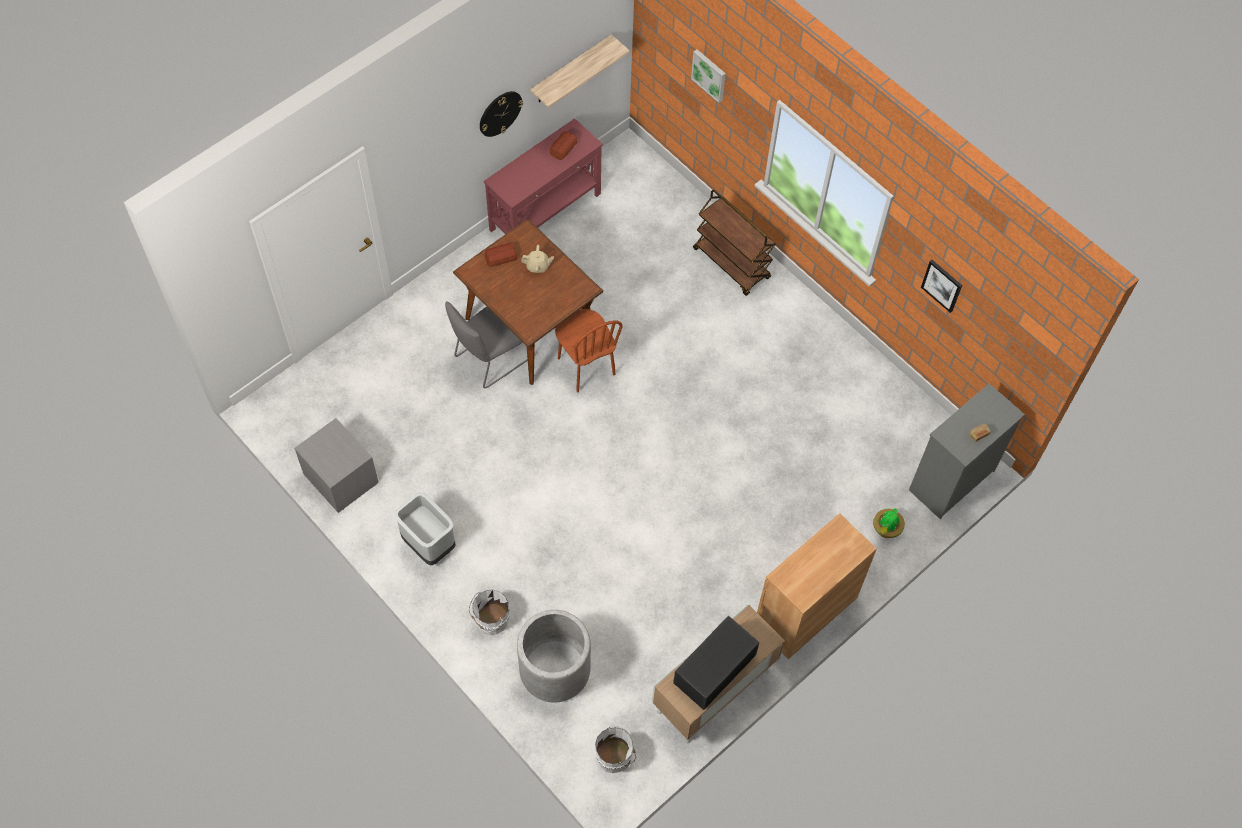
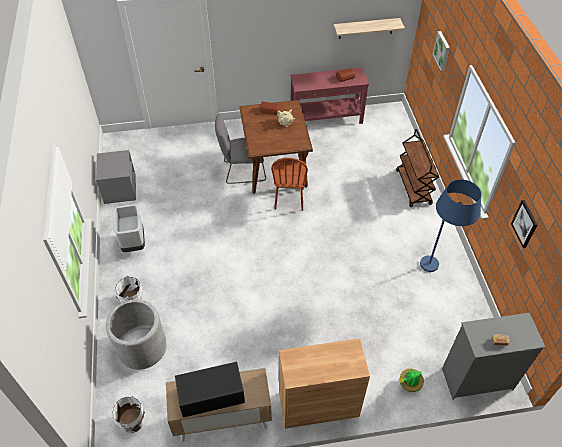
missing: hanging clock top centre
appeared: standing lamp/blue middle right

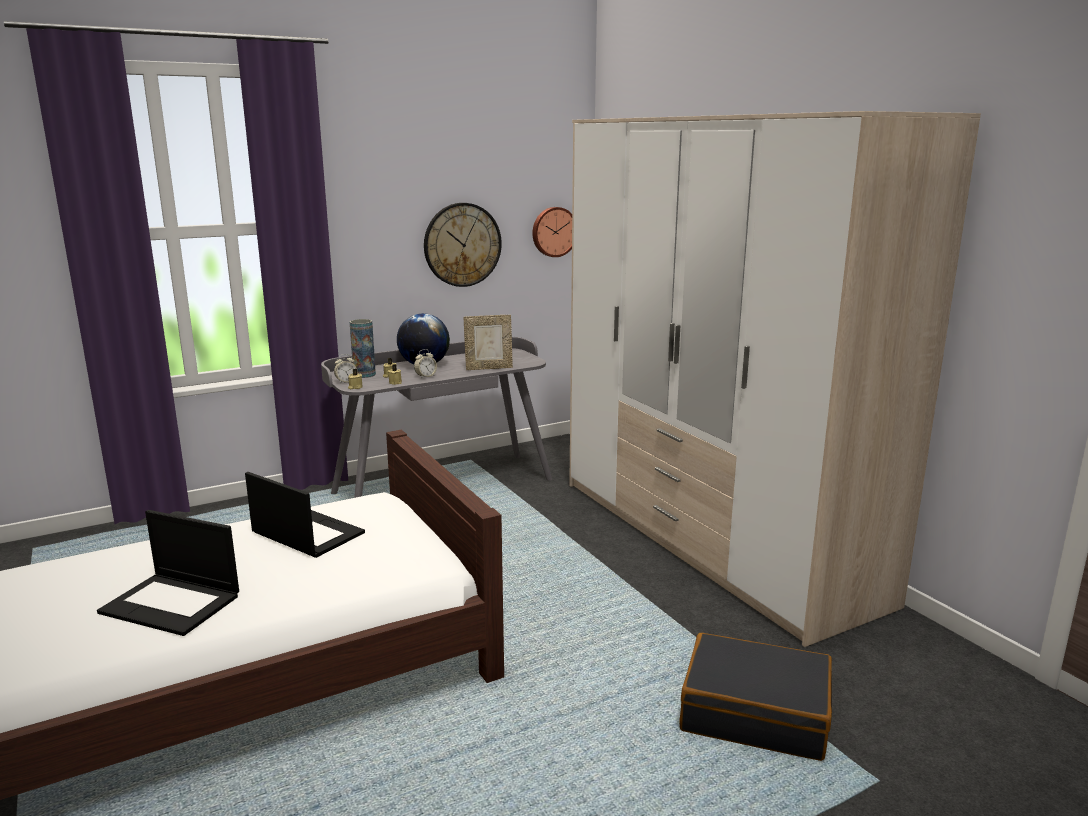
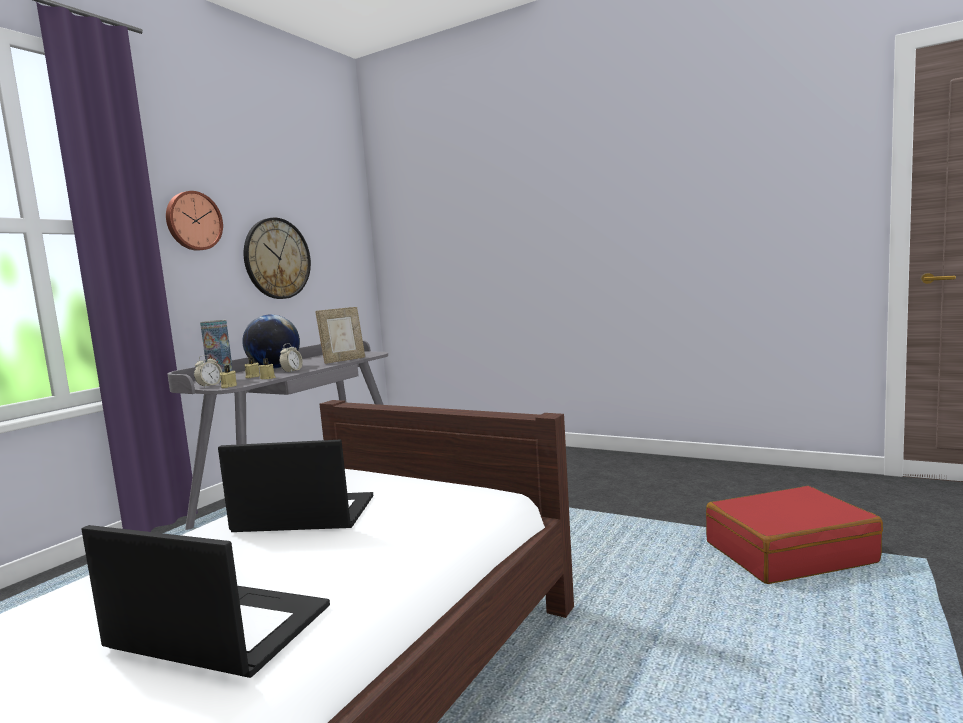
missing: clothes cupboard middle right
relocated: hanging clock (no. 2 from left in the first image) top centre to hanging clock (no. 1 from left) top left
colour: travel case/black-coloured bottom right to travel case/red bottom right
spun: laptop (no. 1 from left) bottom left = bottom left 150 degrees counterclockwise

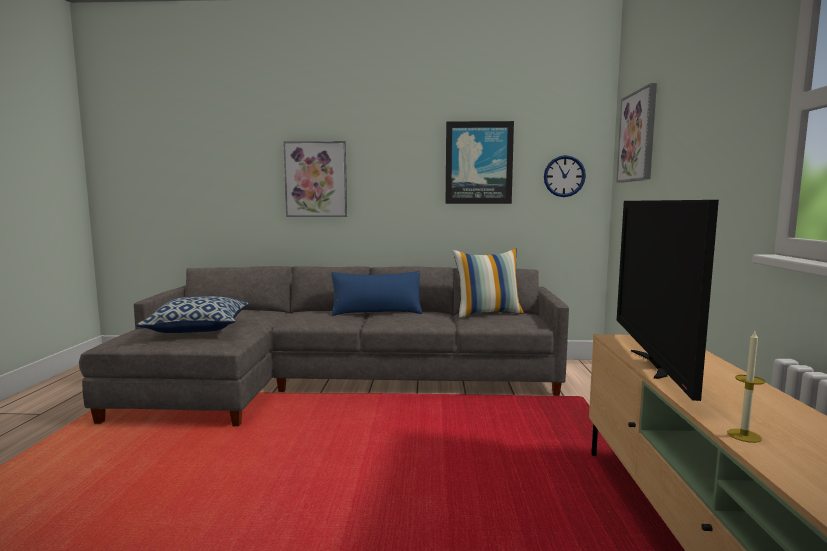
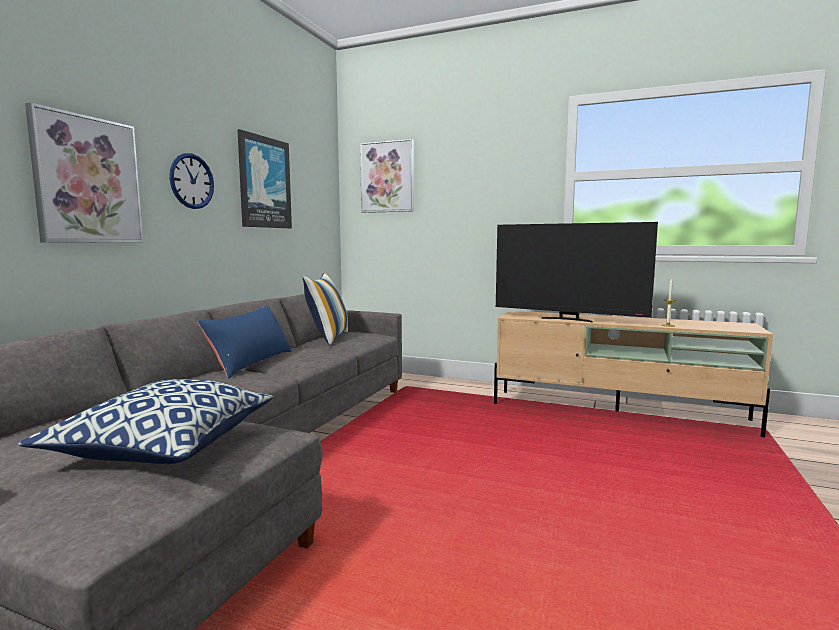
relocated: hanging clock top right to top left

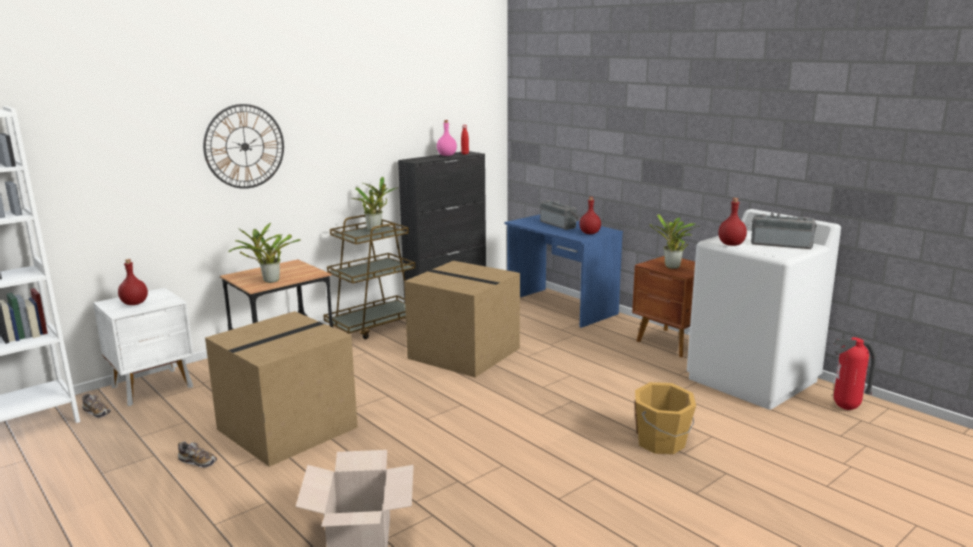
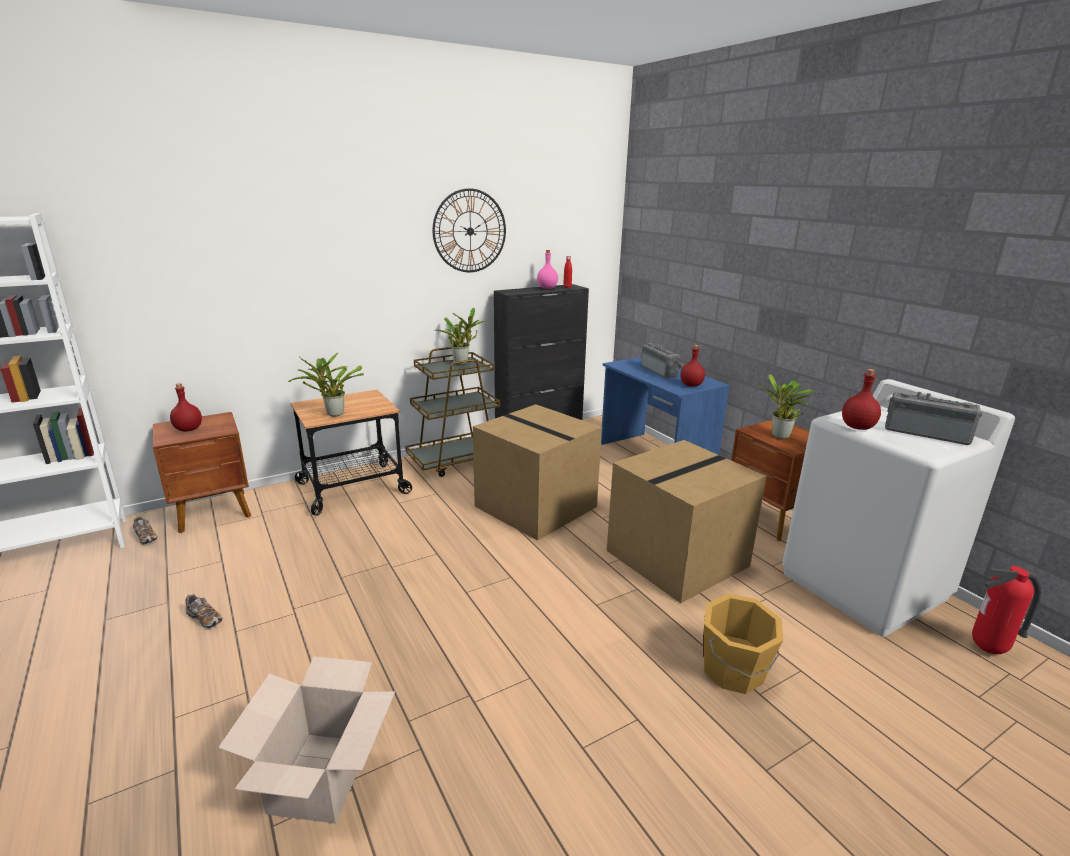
relocated: hanging clock top left to top centre; packing box (no. 1 from left in the first image) bottom left to packing box (no. 3 from left) centre
colour: bedside table/whitish middle left to bedside table/brown (no. 1 from left) middle left

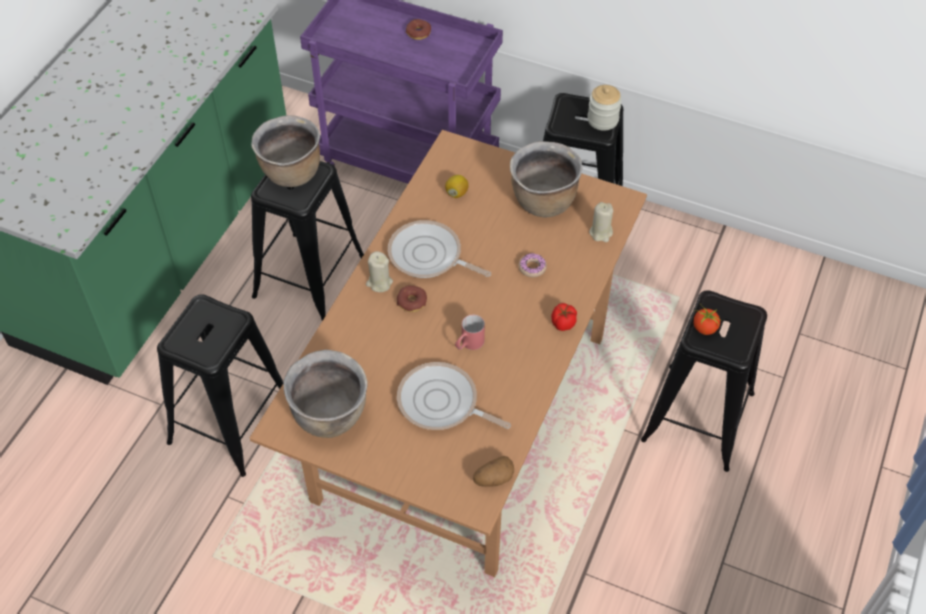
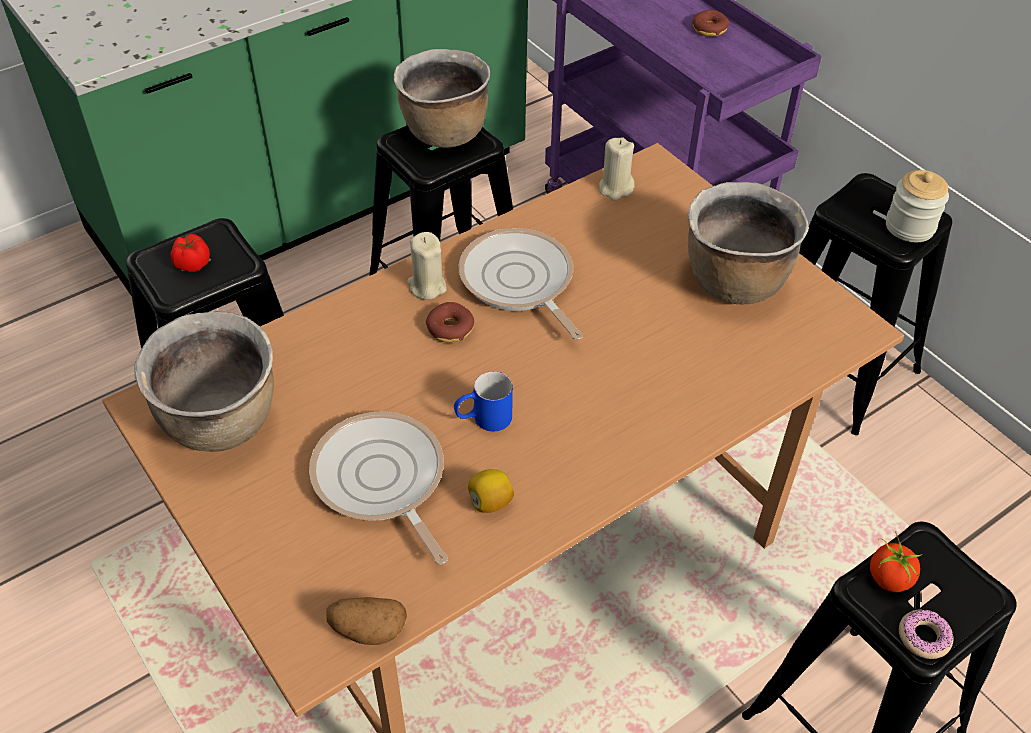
relocated: lemon top centre to bottom centre; doughnut (no. 3 from left) centre to bottom right; fresh tomato (no. 1 from left) centre to middle left; candle/beige-coloured (no. 2 from left) centre to top centre
colour: coffee mug/red centre to coffee mug/blue centre

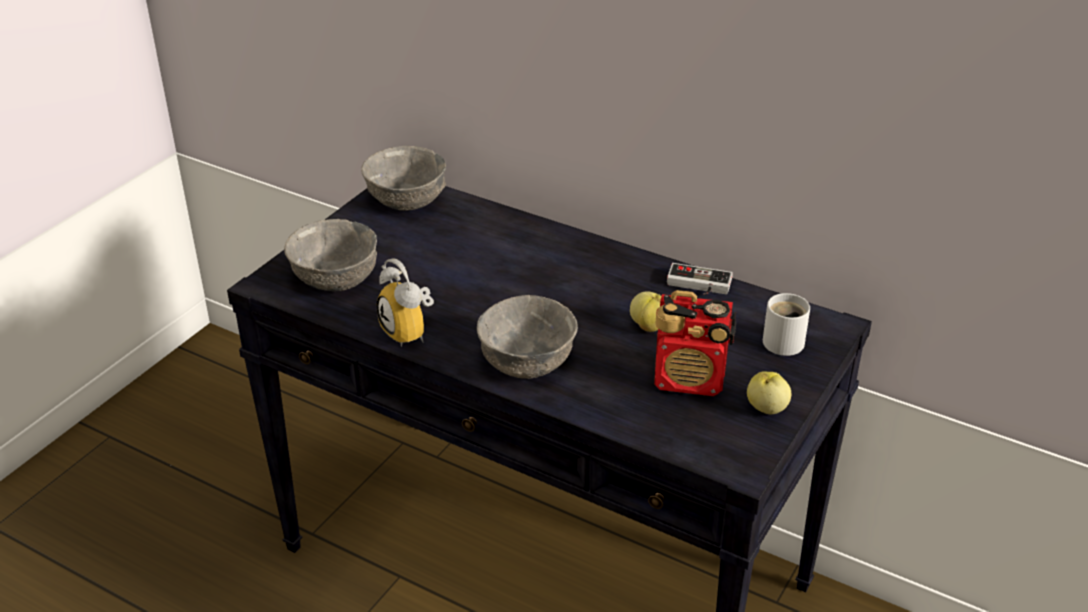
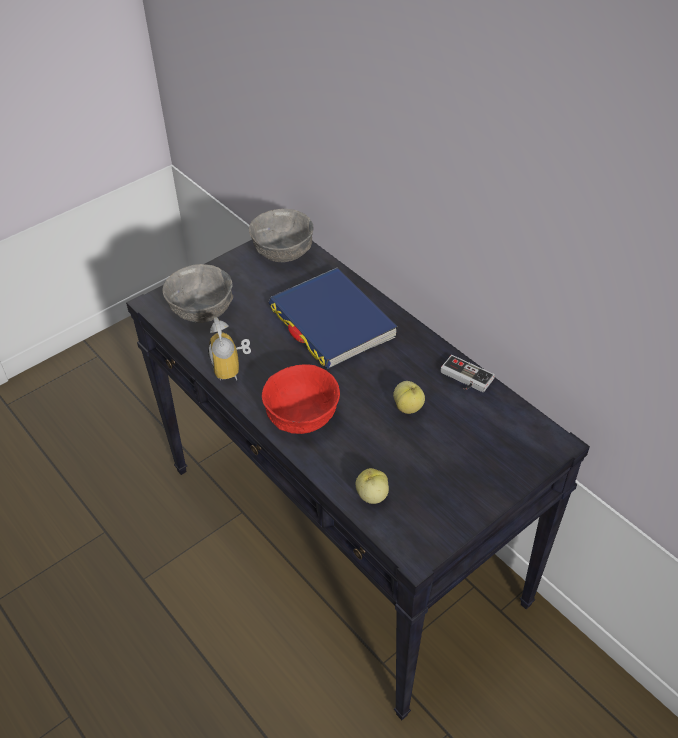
missing: radio centre; coffee mug/whitish middle right
appeared: book/blue centre
relocated: apple fruit (no. 2 from left in the first image) middle right to apple fruit (no. 1 from left) centre
colour: bowl/gray (no. 3 from left) centre to bowl/red centre

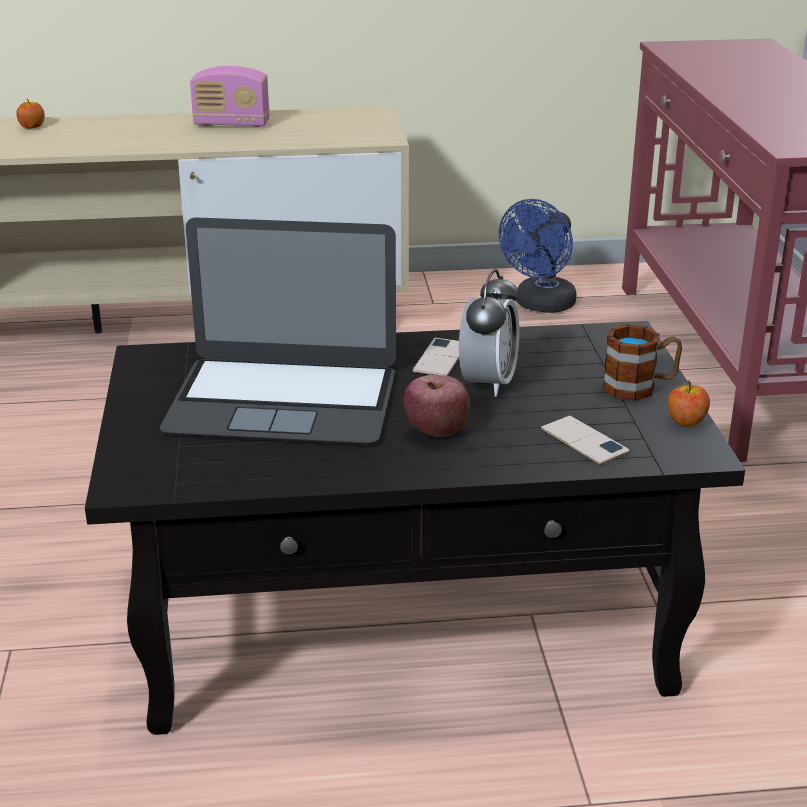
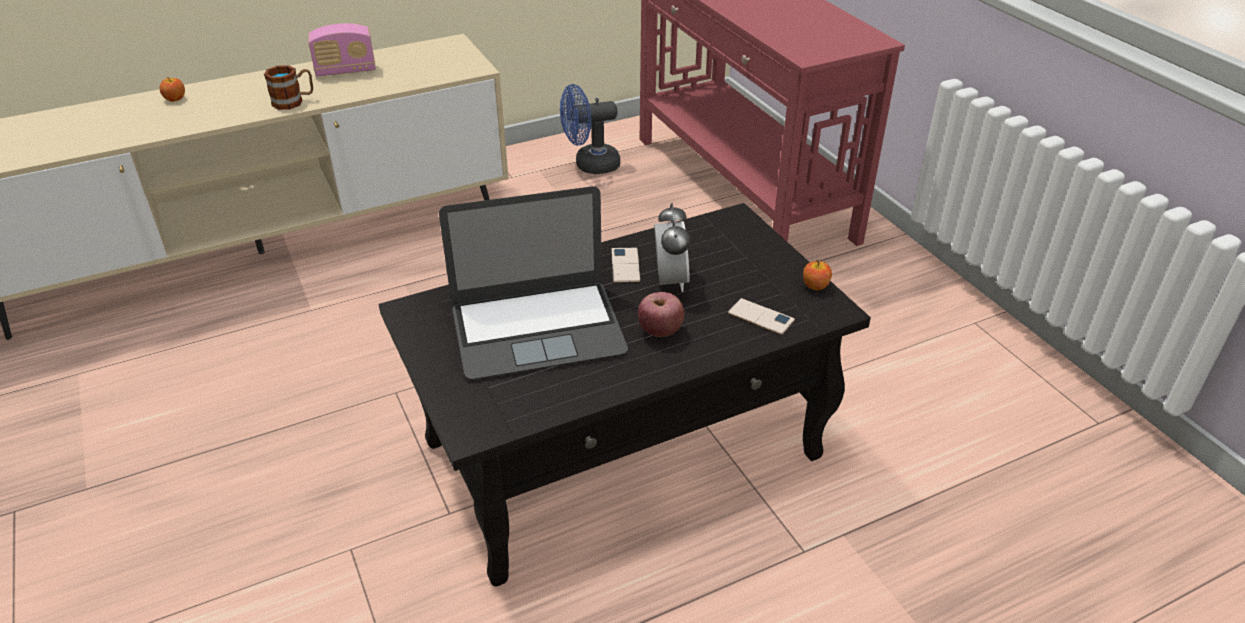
relocated: coffee mug middle right to top left
spun: electric fan/blue top right = top centre 60 degrees clockwise

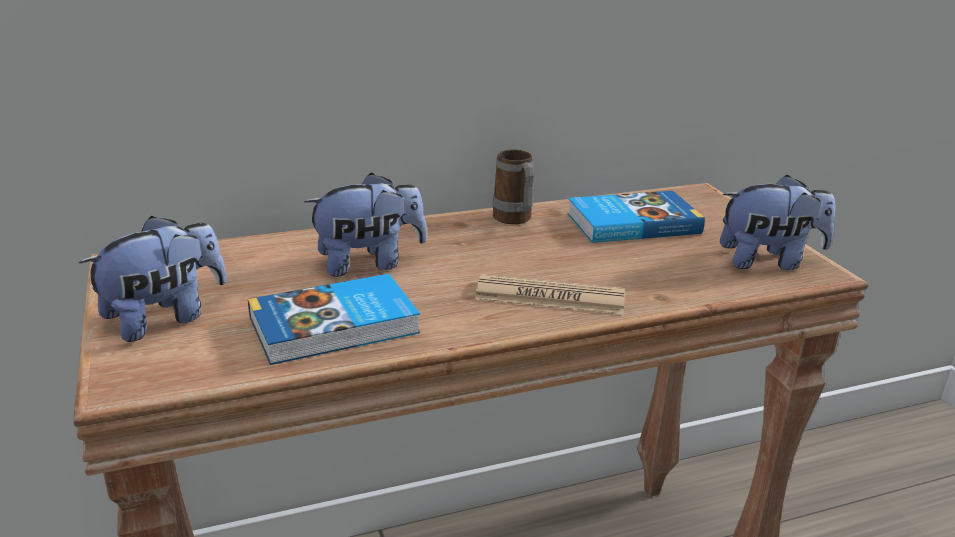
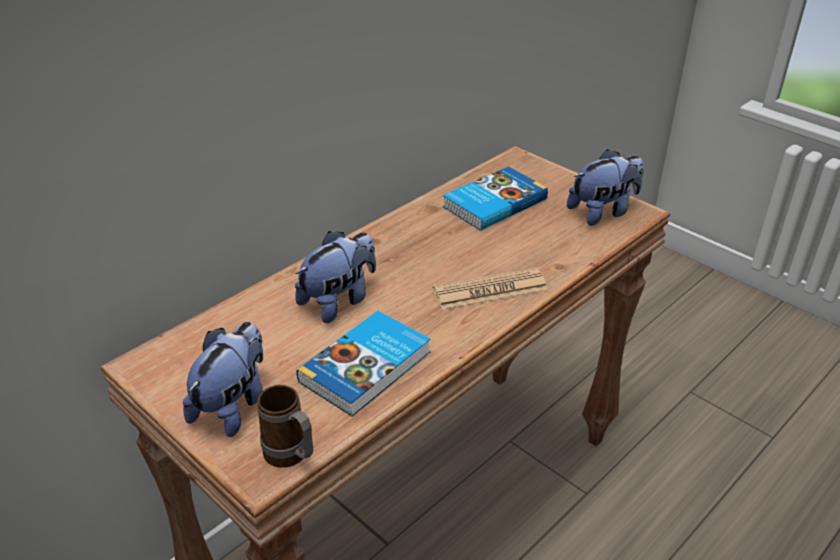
relocated: coffee mug centre to bottom centre

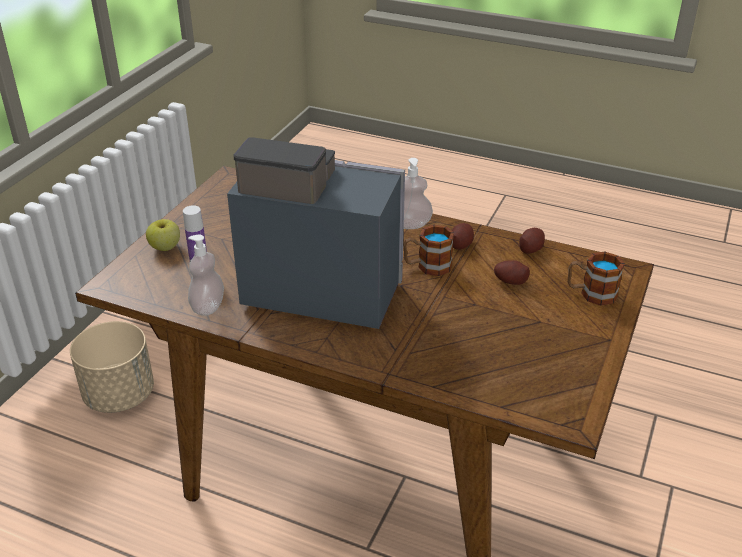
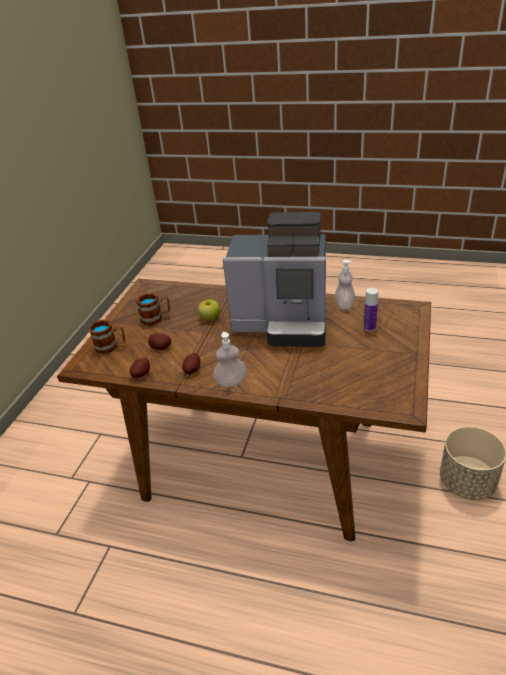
relocated: apple fruit middle left to centre; coffee mug (no. 1 from left in the first image) centre to coffee mug (no. 2 from left) middle left

